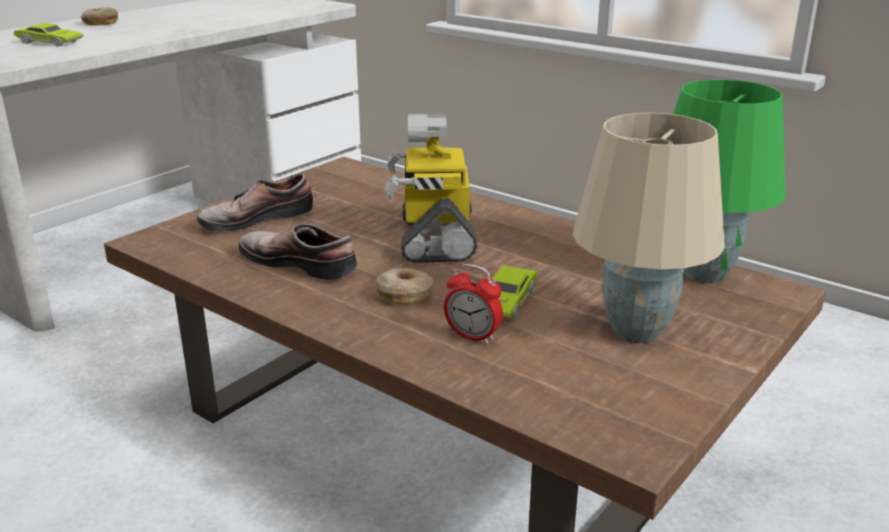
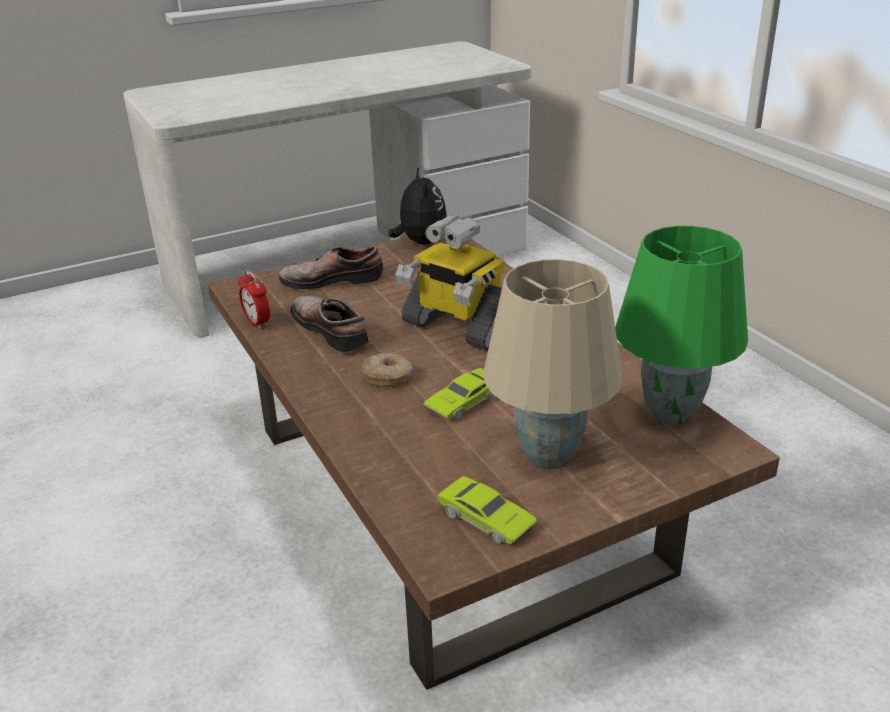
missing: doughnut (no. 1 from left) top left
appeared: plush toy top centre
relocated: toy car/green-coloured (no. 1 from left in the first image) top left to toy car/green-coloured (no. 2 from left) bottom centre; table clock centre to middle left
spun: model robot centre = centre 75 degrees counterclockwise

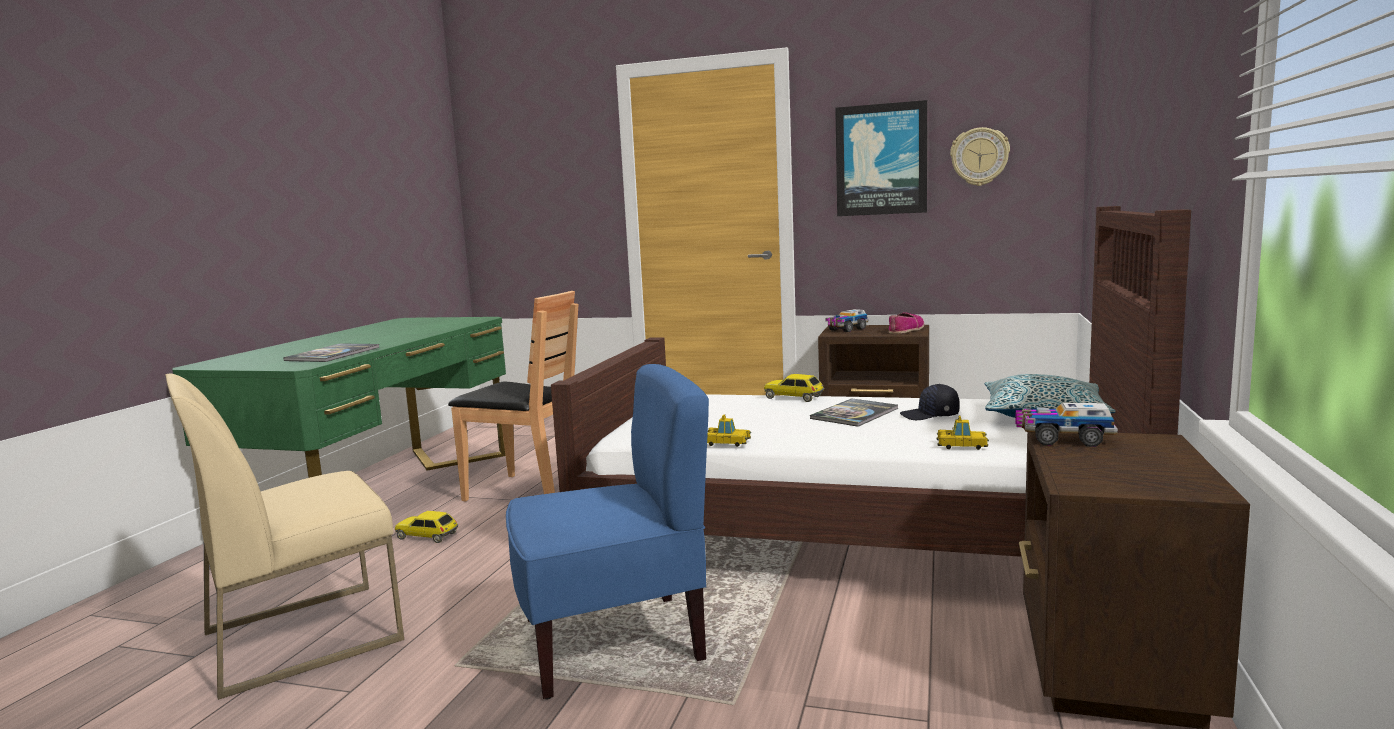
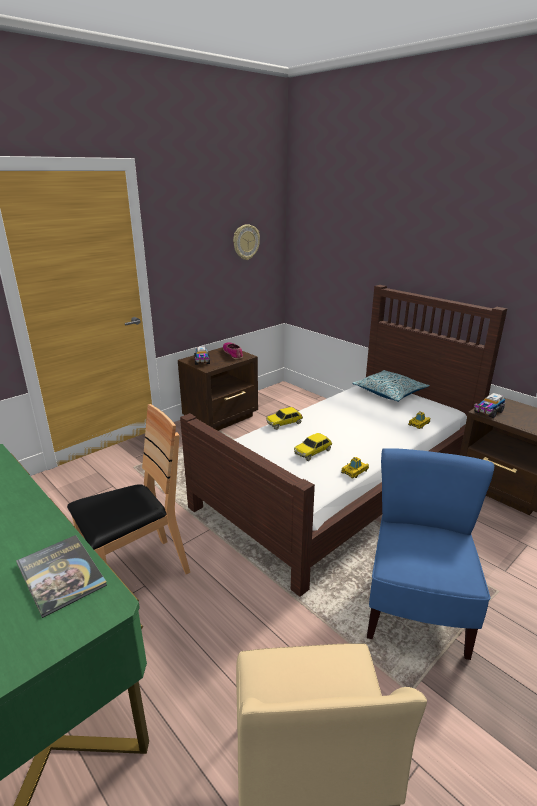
missing: book (no. 2 from left) centre; picture top centre; cap/black-coloured middle right
relocated: toy car (no. 1 from left in the first image) bottom left to toy car (no. 2 from left) centre

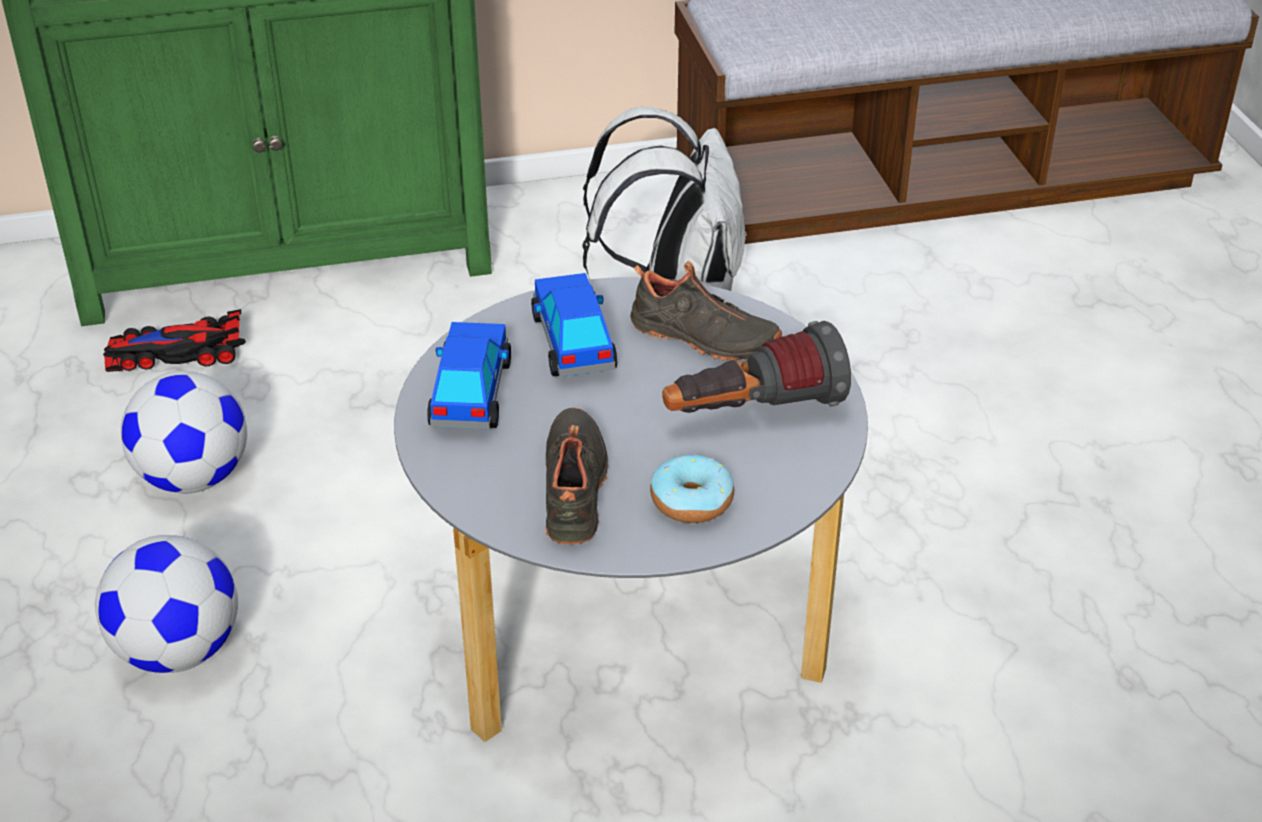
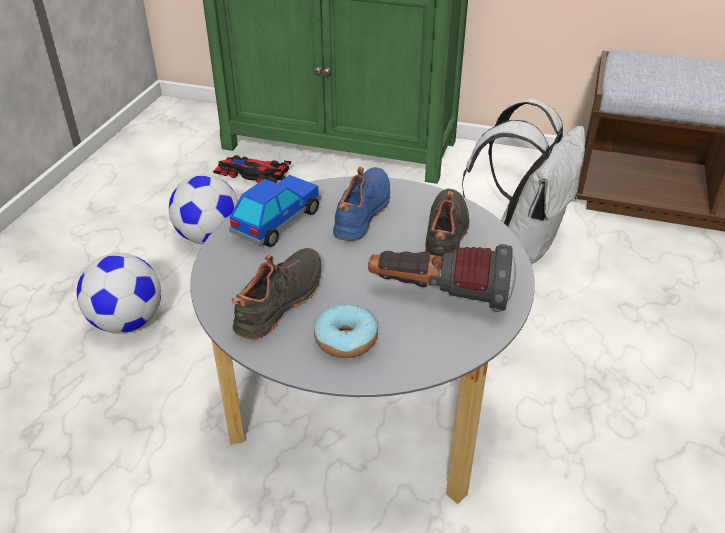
exchanged: toy car (no. 3 from left) centre to item of footwear/blue centre
spun: item of footwear/black-coloured (no. 2 from left) centre = centre 135 degrees counterclockwise

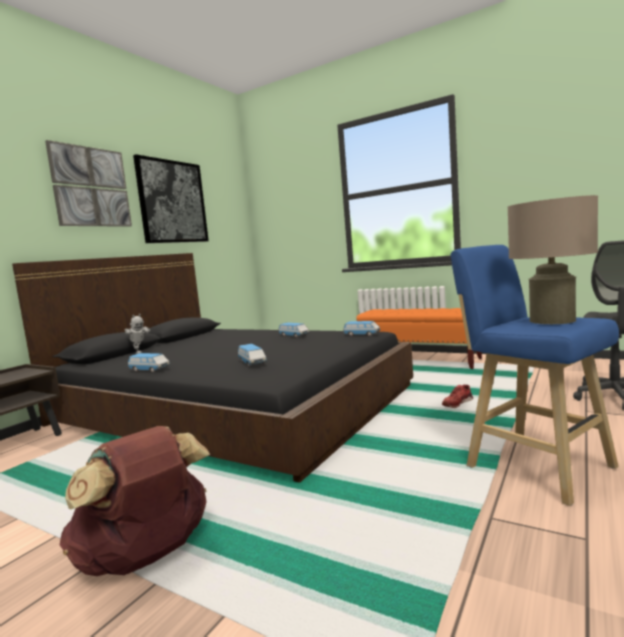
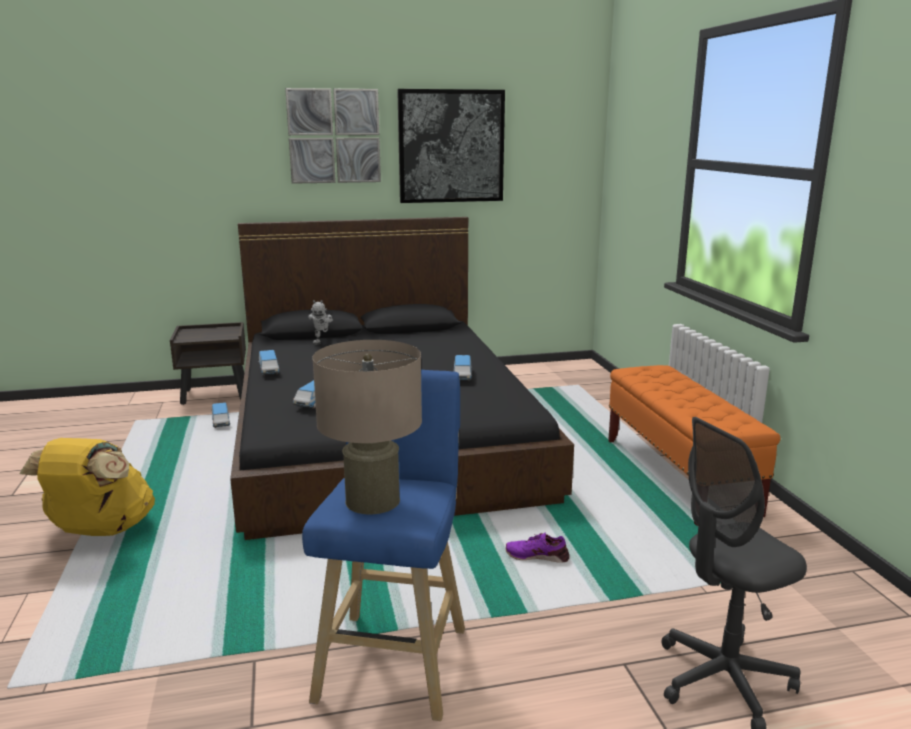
relocated: toy car (no. 4 from left in the first image) centre to toy car (no. 1 from left) middle left
colour: rucksack/brown bottom left to rucksack/yellowish bottom left; item of footwear/red middle right to item of footwear/purple-coloured bottom centre

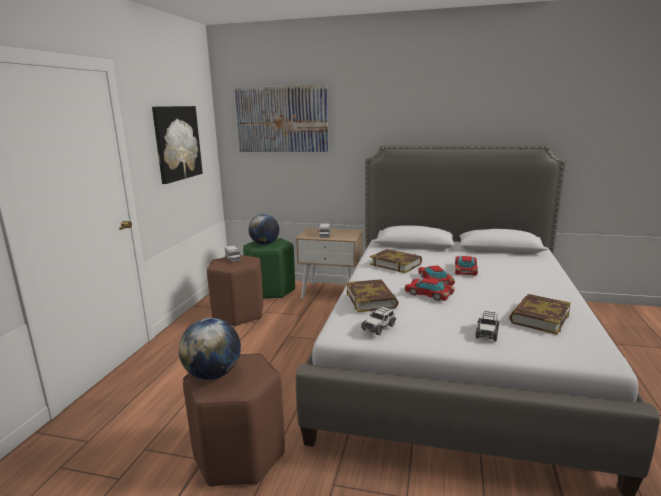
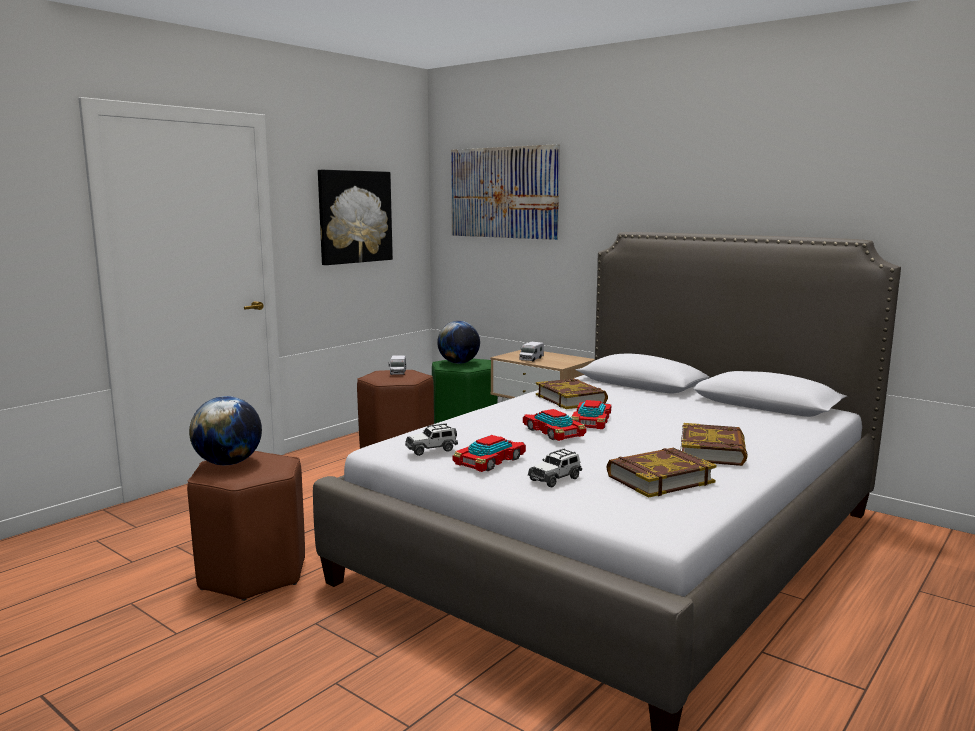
relocated: book (no. 1 from left in the first image) centre to book (no. 3 from left) middle right; toy car (no. 4 from left in the first image) middle right to toy car (no. 2 from left) centre

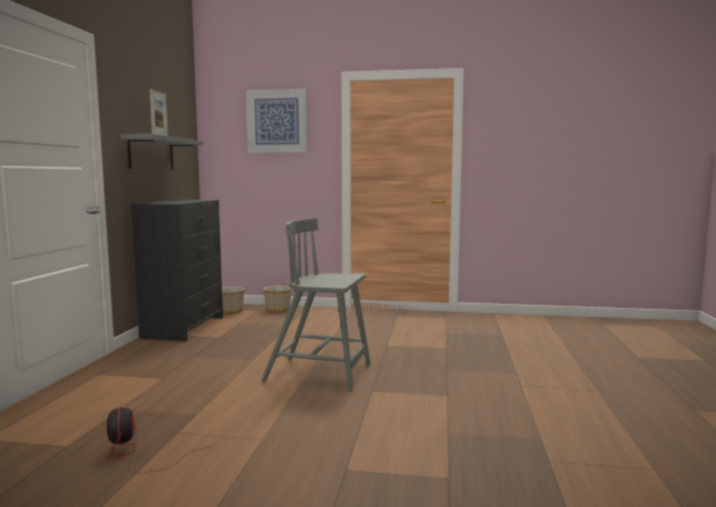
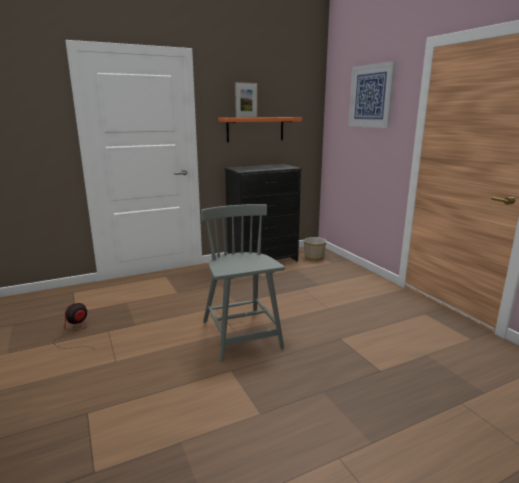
missing: planter (no. 2 from left) centre
colour: wall shelf/gray top left to wall shelf/orange-coloured top centre

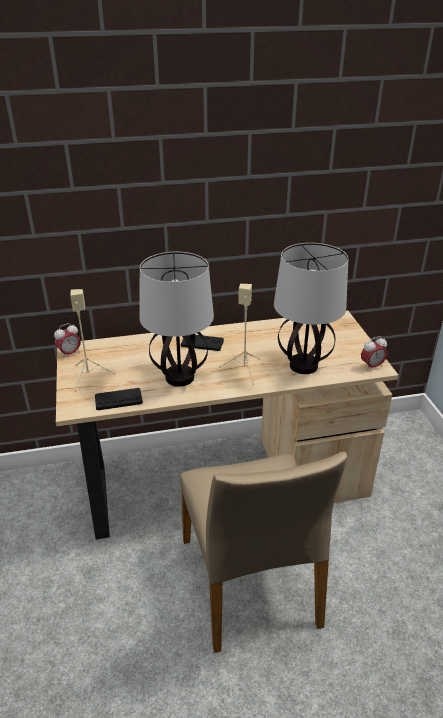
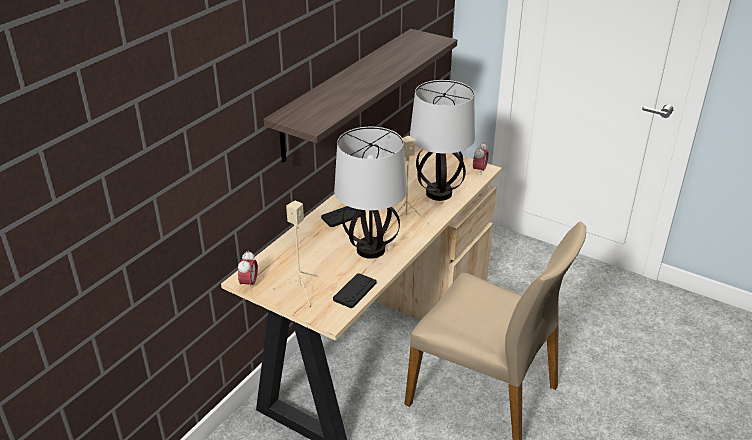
appeared: wall shelf top centre

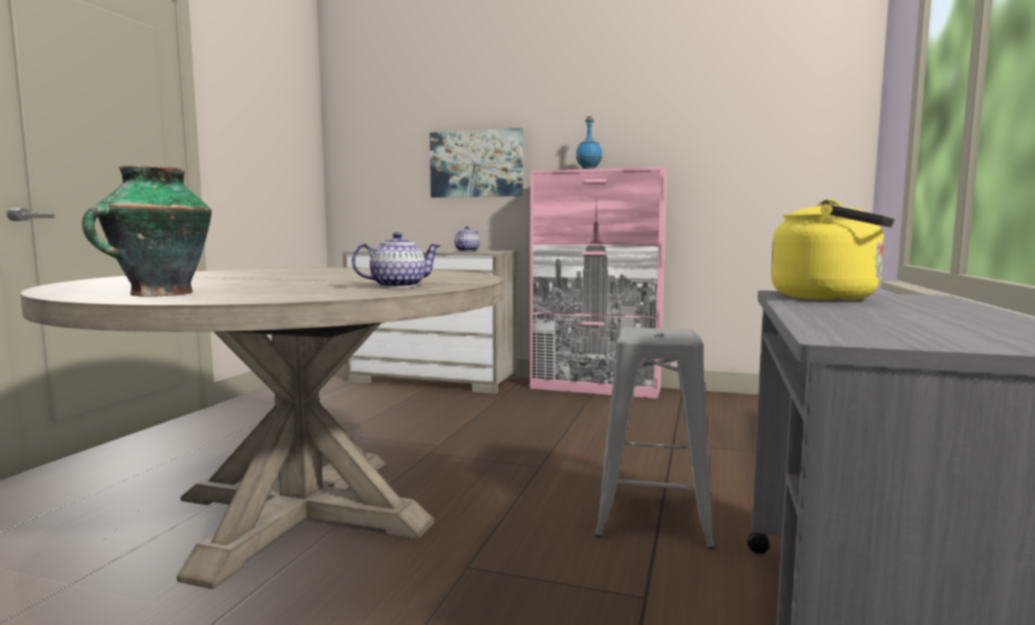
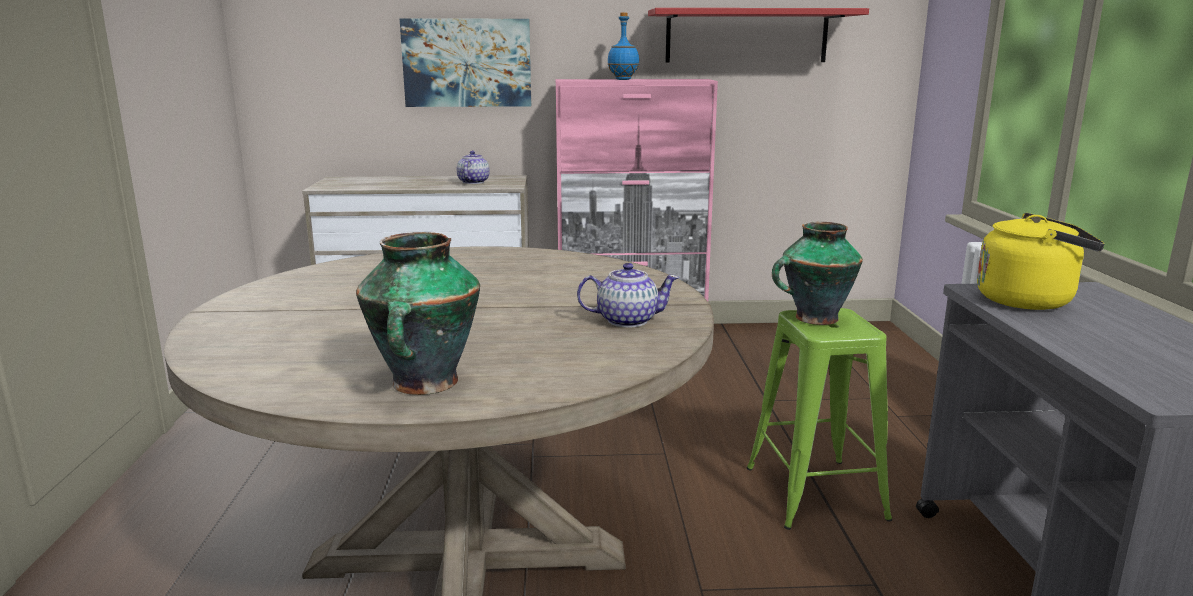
appeared: wall shelf/red top centre; flower vase (no. 2 from left) middle right
colour: sitting stool/gray bottom centre to sitting stool/green-coloured bottom right
spun: tea pot (no. 1 from left in the first image) centre = centre 45 degrees clockwise

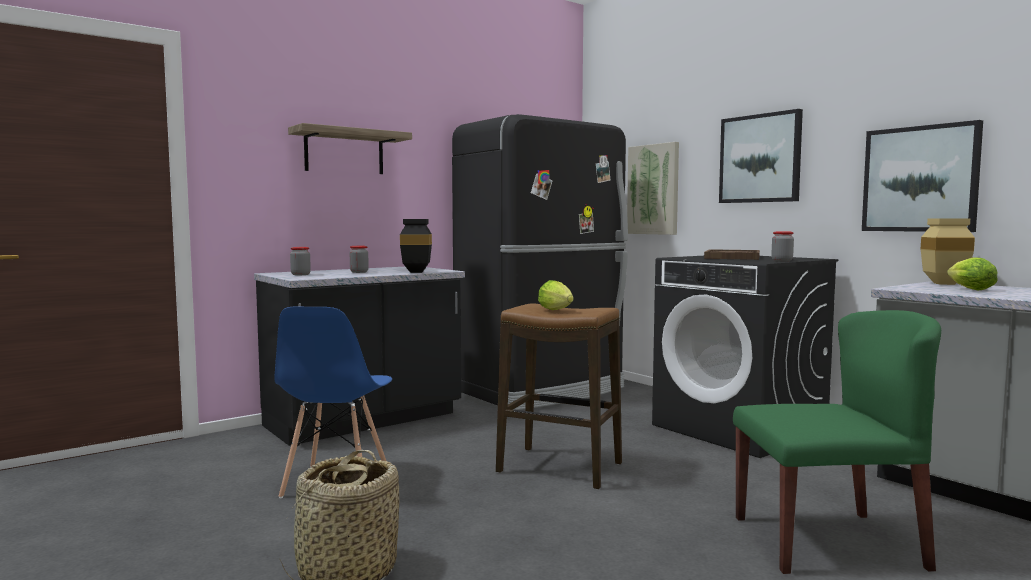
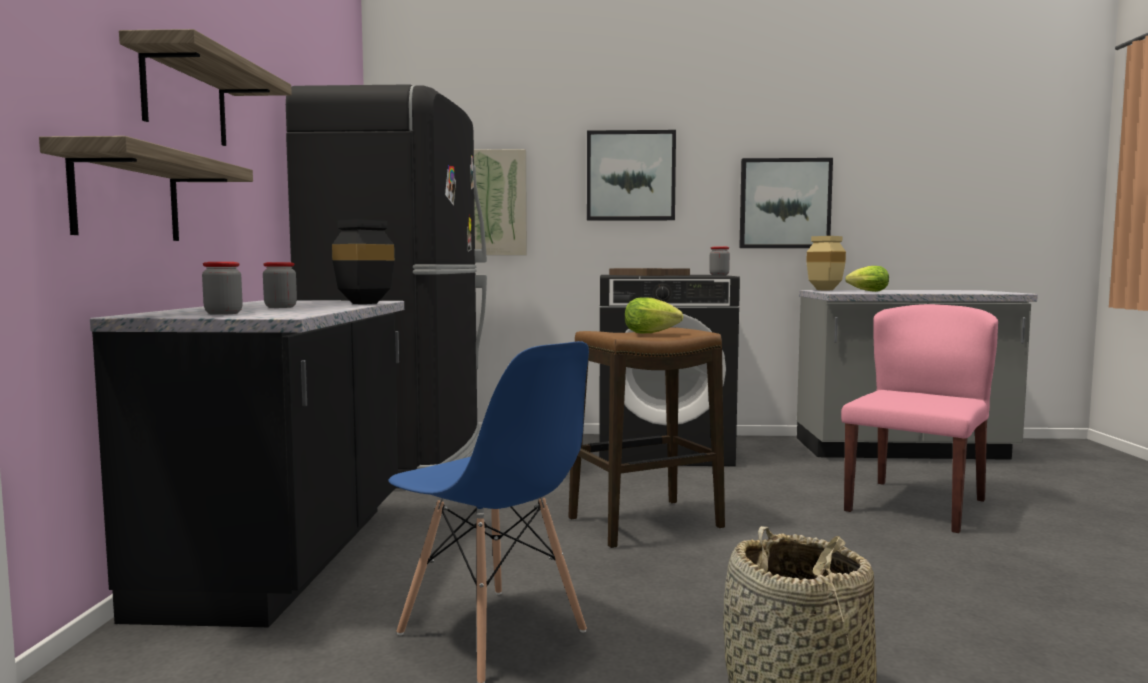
appeared: wall shelf (no. 1 from left) top left
colour: upright chair/green-coloured bottom right to upright chair/pinkish middle right

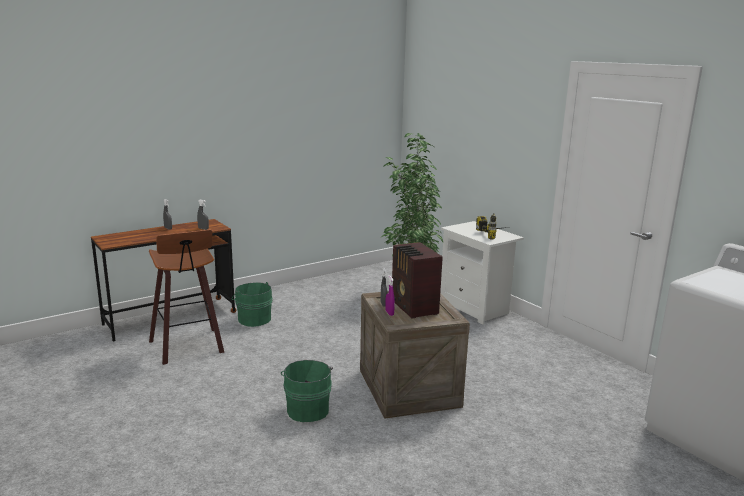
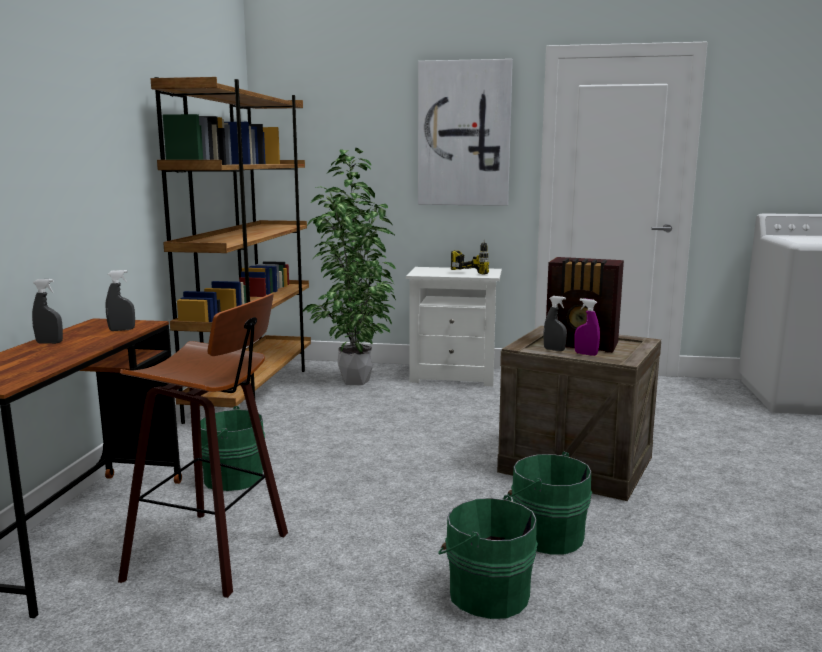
appeared: shelving unit/brown middle left; picture top centre; water bucket/green-coloured (no. 2 from left) bottom centre

